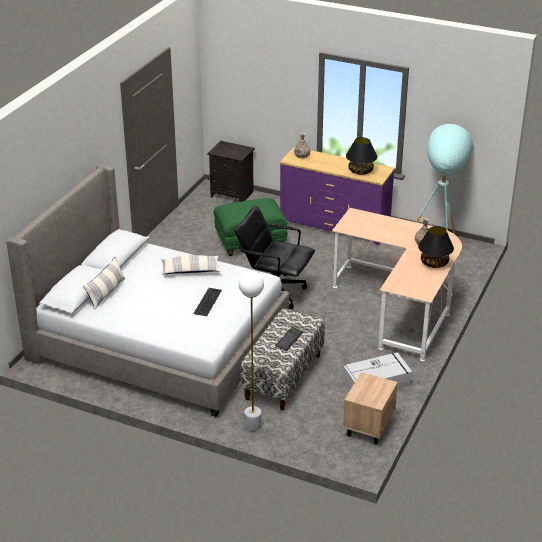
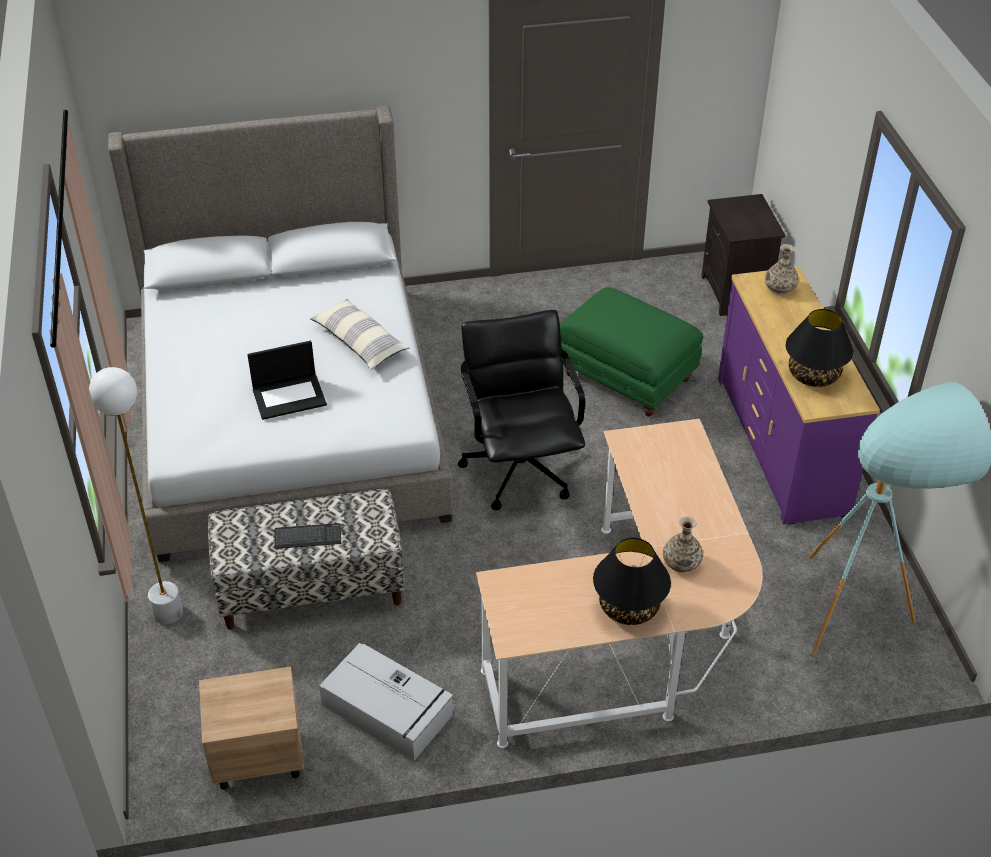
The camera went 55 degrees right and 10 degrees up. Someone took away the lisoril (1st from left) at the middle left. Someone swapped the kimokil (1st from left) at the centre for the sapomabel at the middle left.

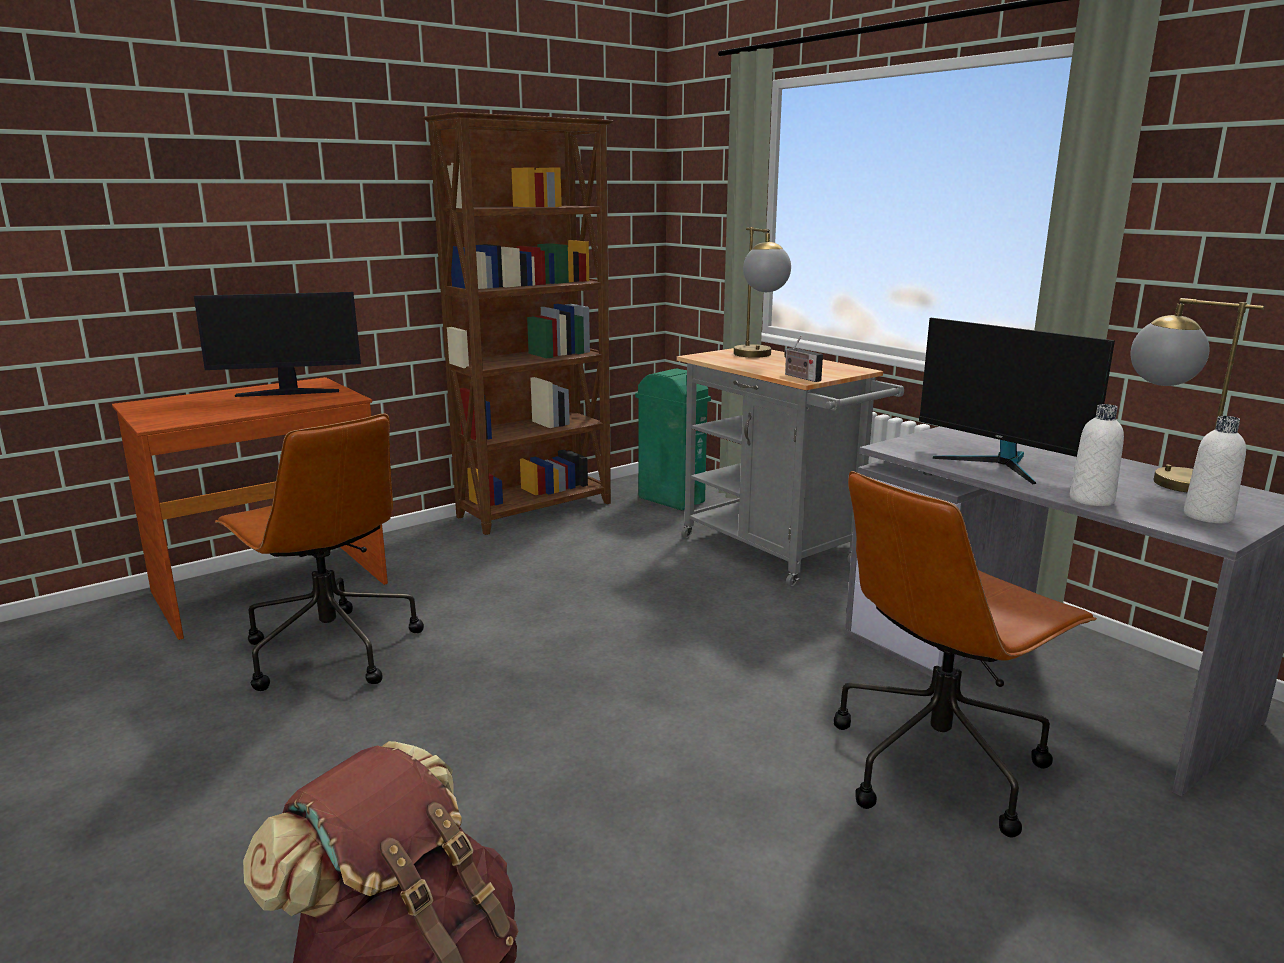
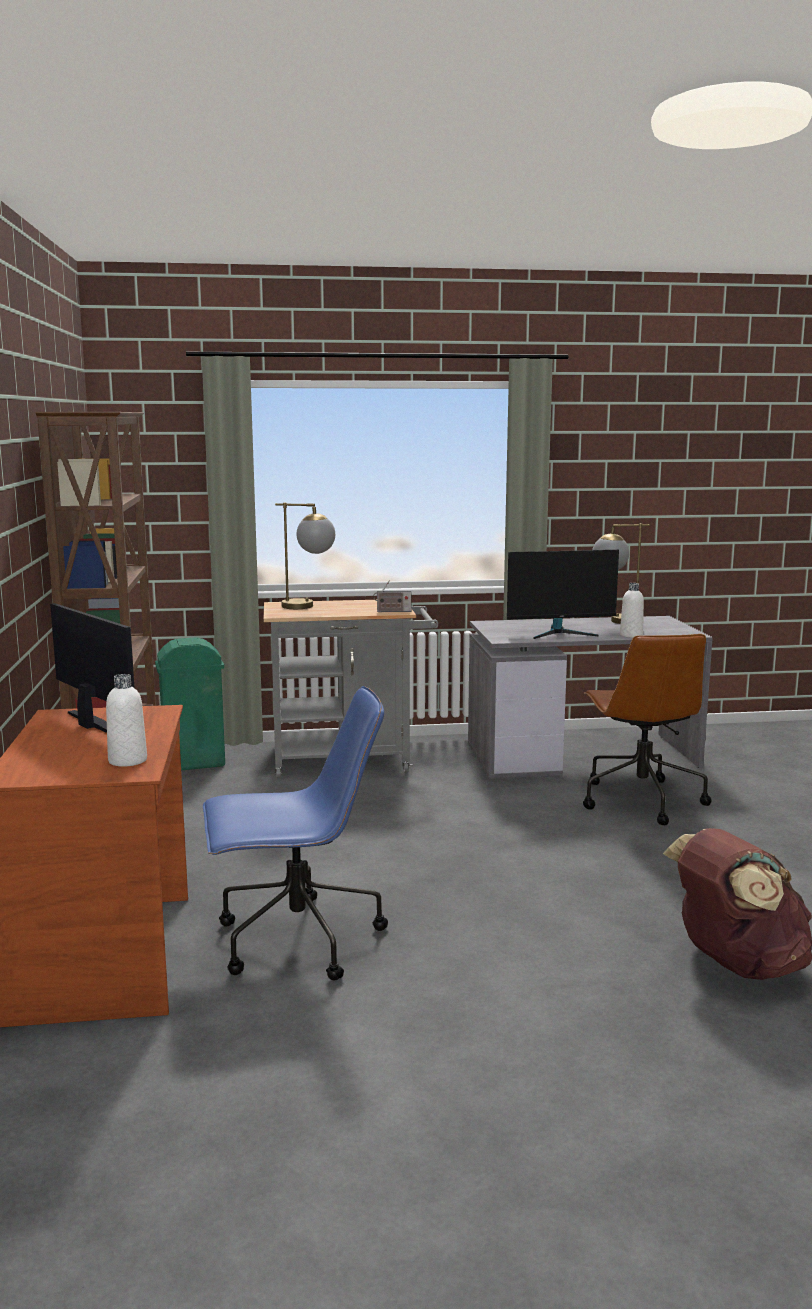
The camera went 60 degrees left and 5 degrees down. Someone rotated the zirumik (1st from left) at the middle left by 60 degrees counterclockwise. Someone repainted the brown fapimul (1st from left) at the middle left, which became the blue fapimul at the centre. Someone carried the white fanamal (2nd from left in the first image) from the middle right to the middle left.

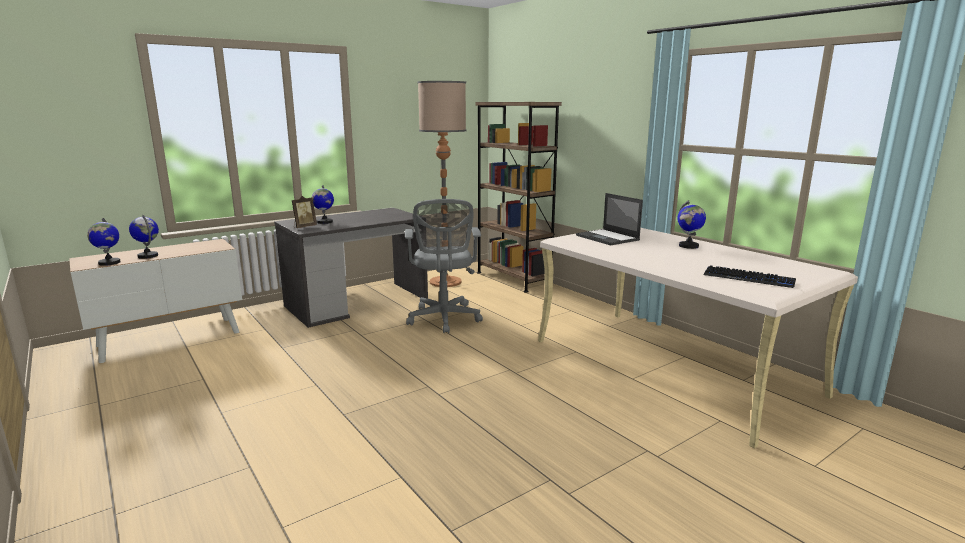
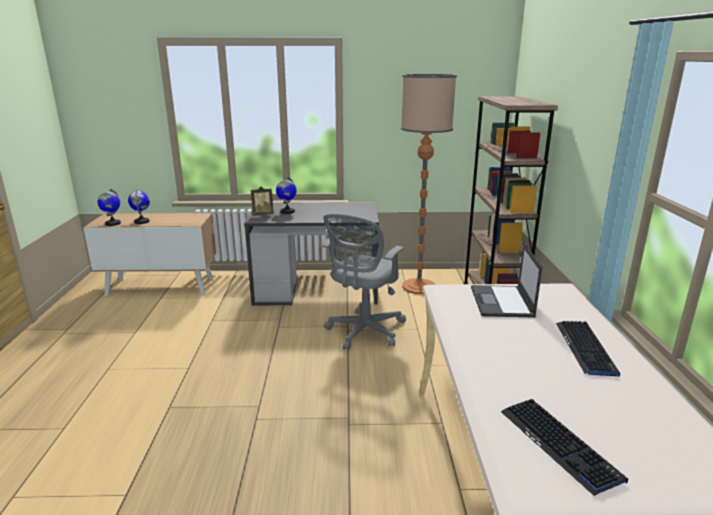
The camera went 35 degrees right and 5 degrees up. Someone swapped the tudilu (4th from left) at the middle right for the kimokil (2nd from left) at the bottom right.

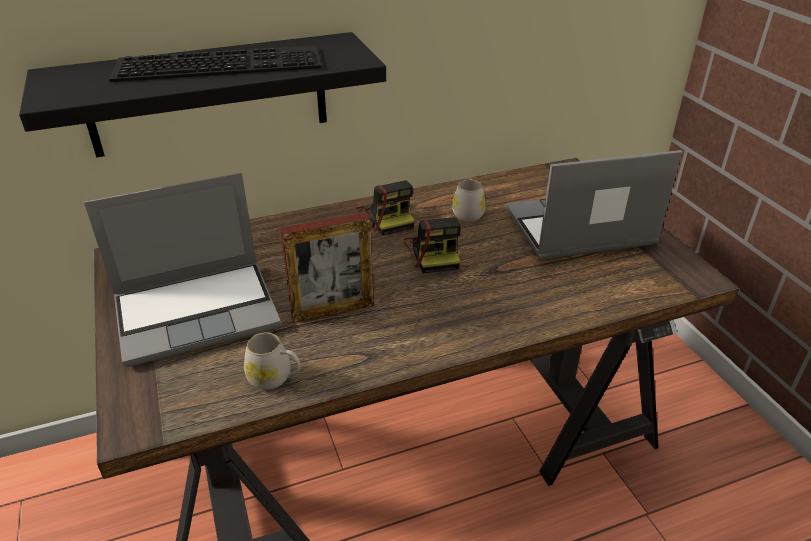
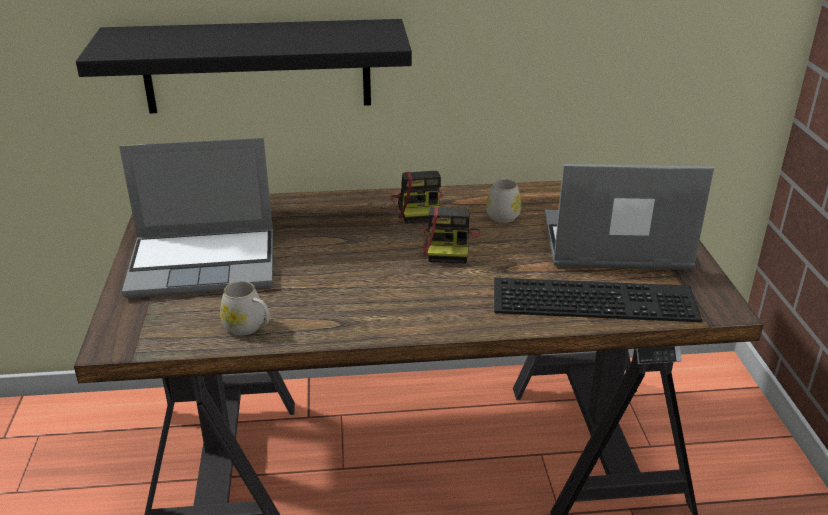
The camera went 15 degrees right and 5 degrees down. Someone carried the kimokil from the top left to the middle right. Someone took away the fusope at the centre.

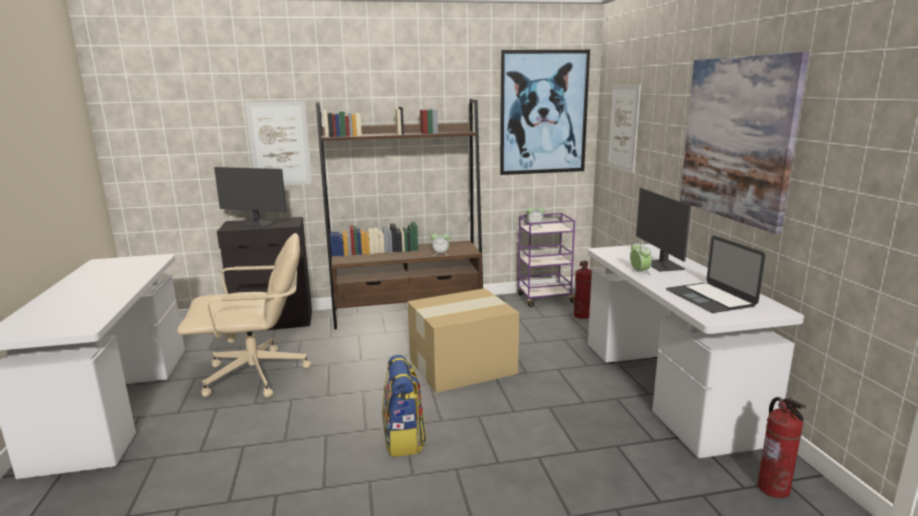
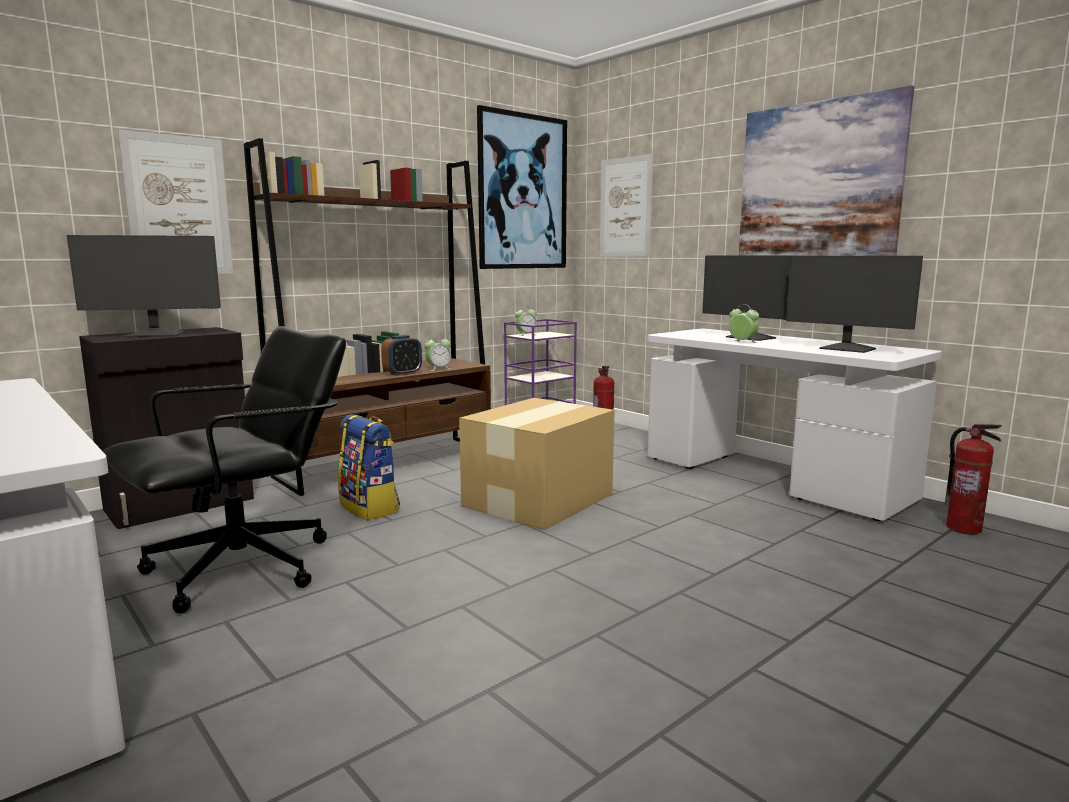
The camera went 30 degrees left and 5 degrees down. Someone repainted the beige fapimul at the middle left, which became the black fapimul at the middle left. Someone swapped the sapomabel at the middle right for the zirumik (3rd from left) at the middle right. Someone carried the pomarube from the bottom centre to the centre. Someone put down the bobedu (1st from left) at the centre.

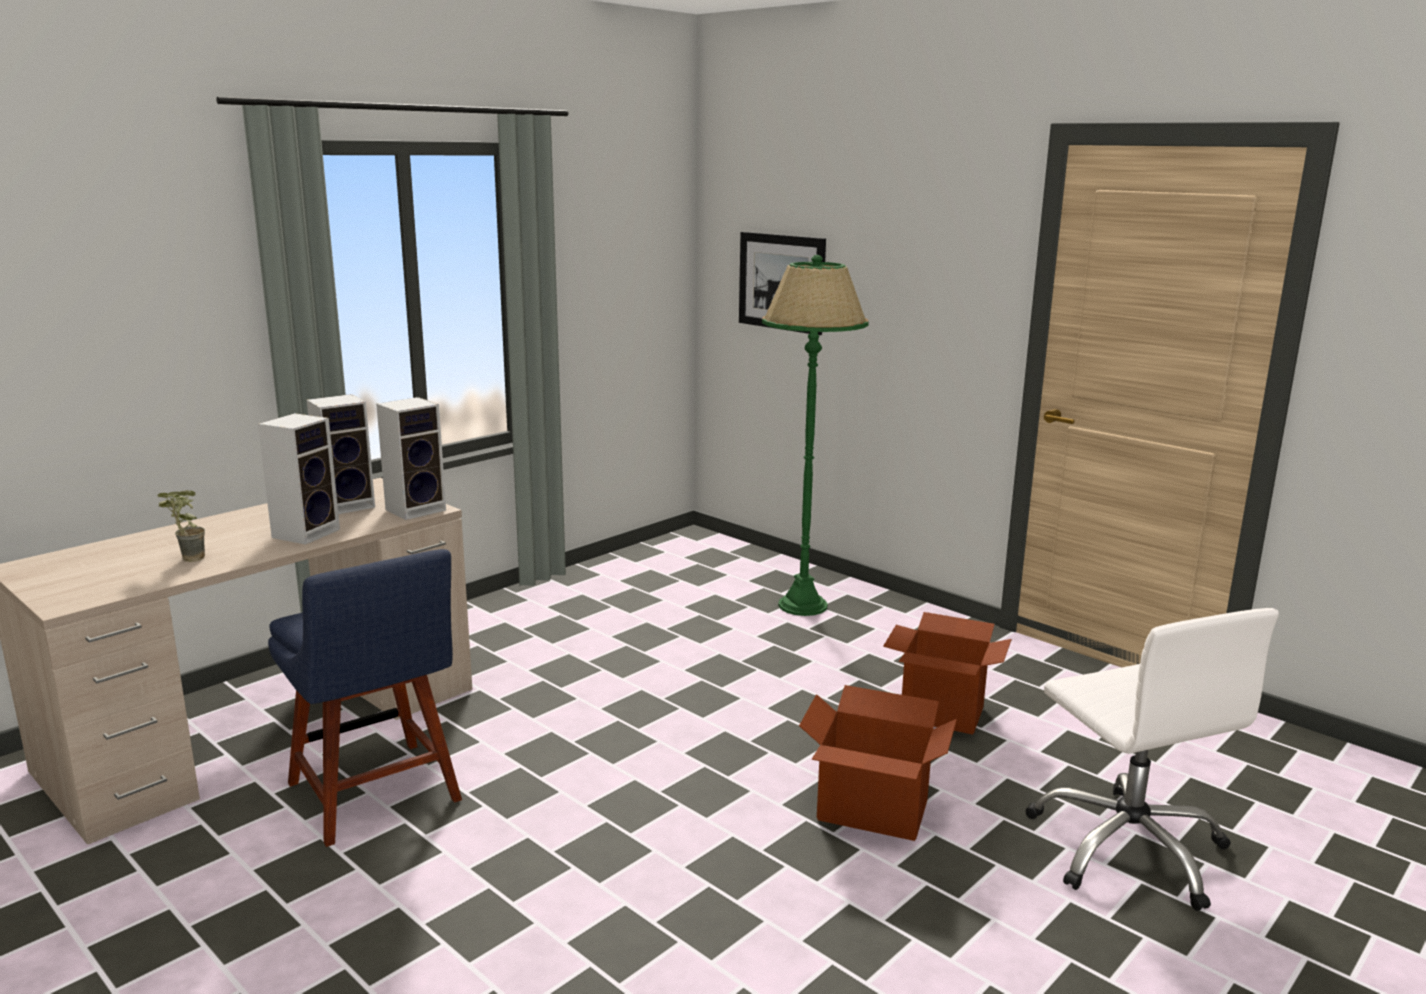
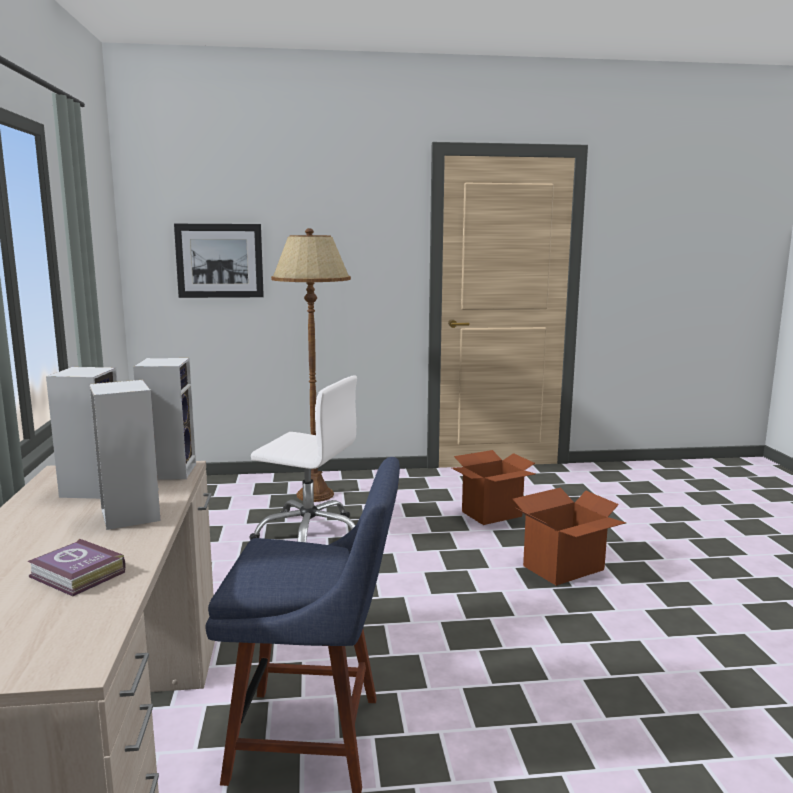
The camera went 50 degrees left and 5 degrees down. Someone repainted the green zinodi at the centre, which became the brown zinodi at the centre. Someone swapped the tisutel at the middle left for the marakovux at the bottom left. Someone carried the white fapimul from the bottom right to the centre.

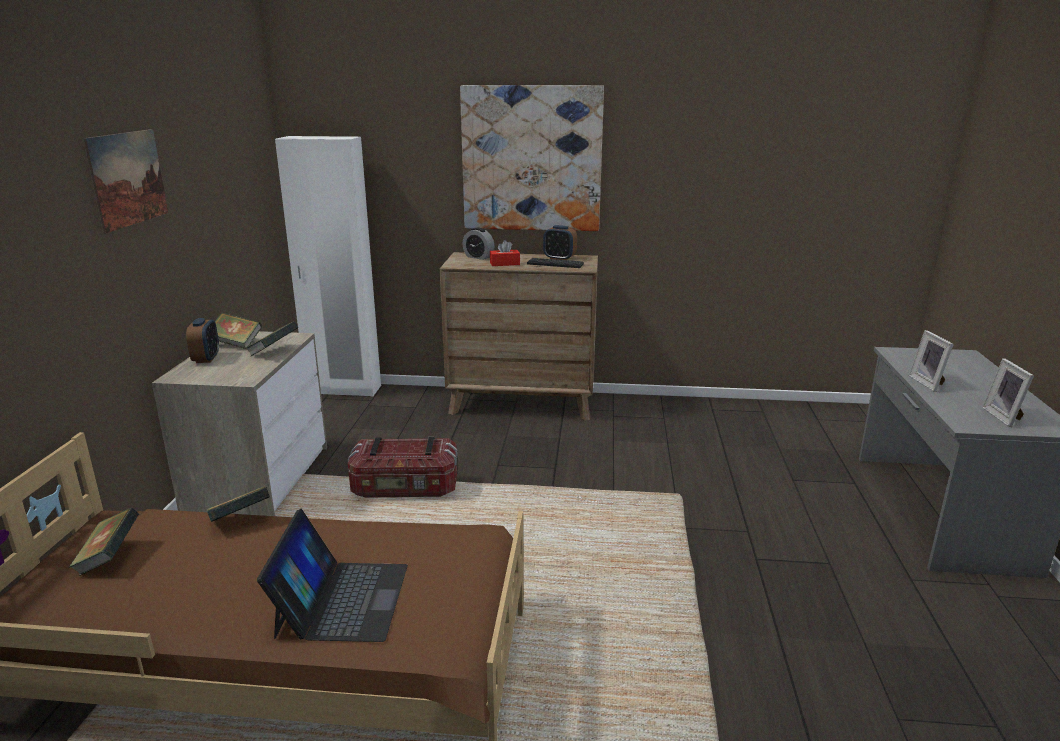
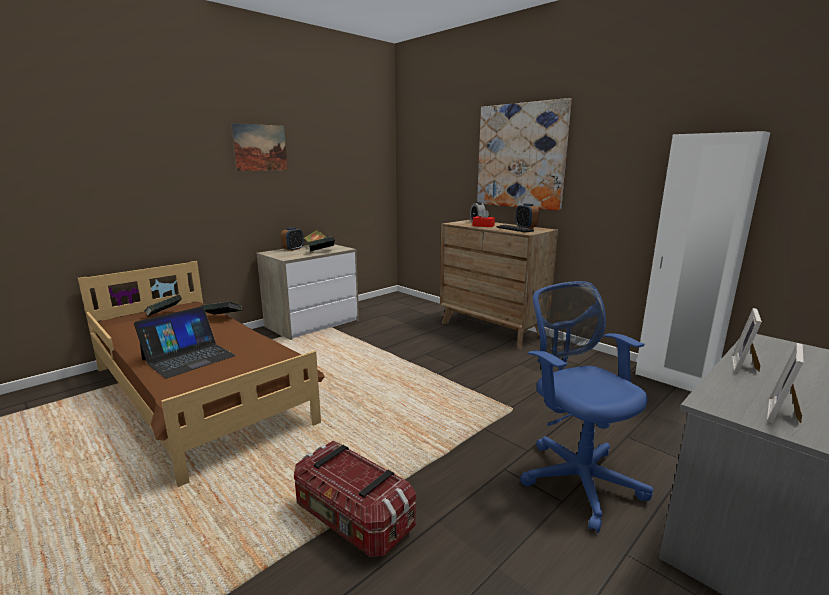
The camera went 40 degrees right and 5 degrees down. Someone carried the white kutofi from the middle left to the middle right. Someone carried the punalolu from the centre to the bottom centre. Someone put down the blue fapimul at the bottom right.

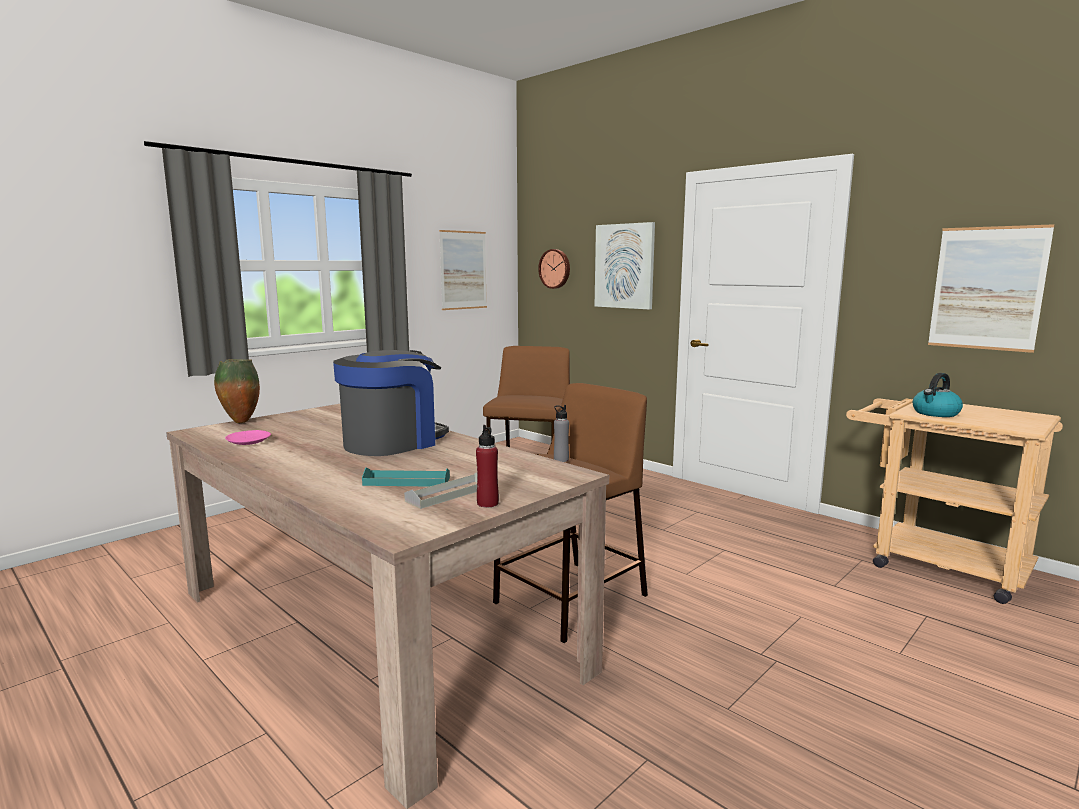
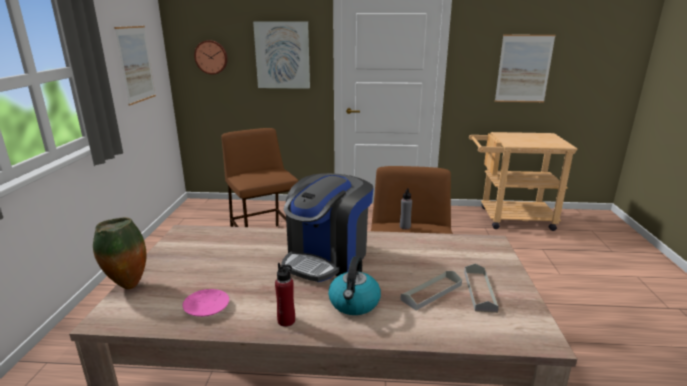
The camera went 40 degrees left and 10 degrees up. Someone rotated the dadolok at the centre by 150 degrees counterclockwise. Someone carried the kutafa from the middle right to the bottom centre. Someone carried the red fanamal from the centre to the bottom centre. Someone repainted the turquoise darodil at the centre, which became the grey darodil (1st from left) at the bottom centre.

